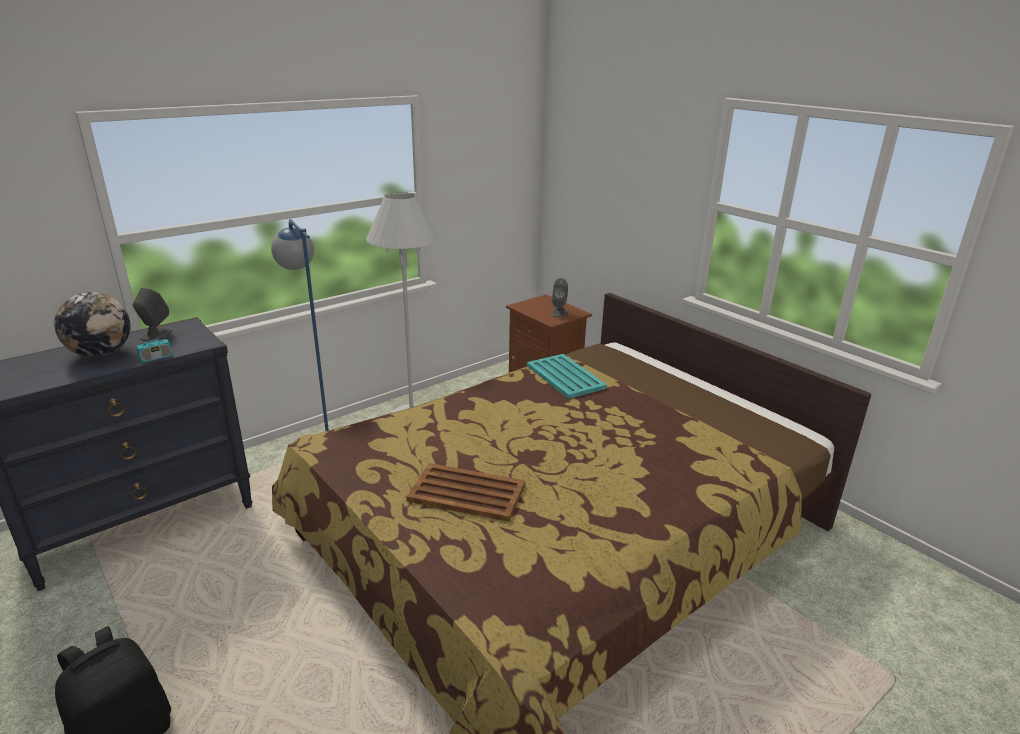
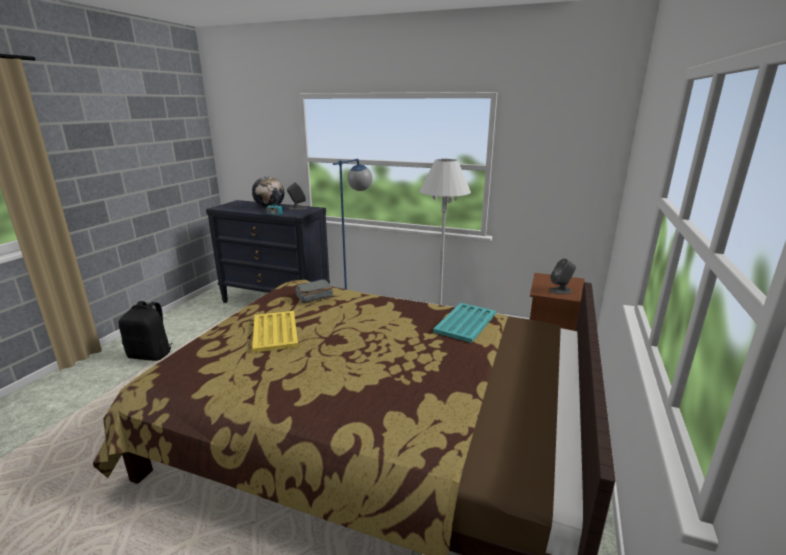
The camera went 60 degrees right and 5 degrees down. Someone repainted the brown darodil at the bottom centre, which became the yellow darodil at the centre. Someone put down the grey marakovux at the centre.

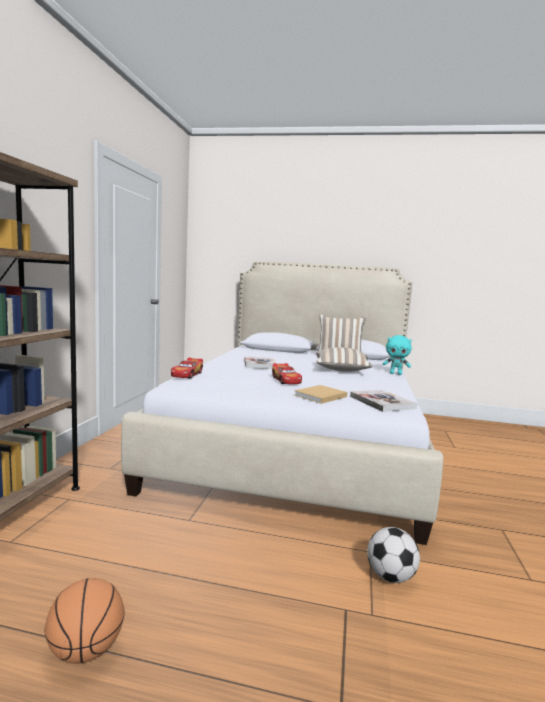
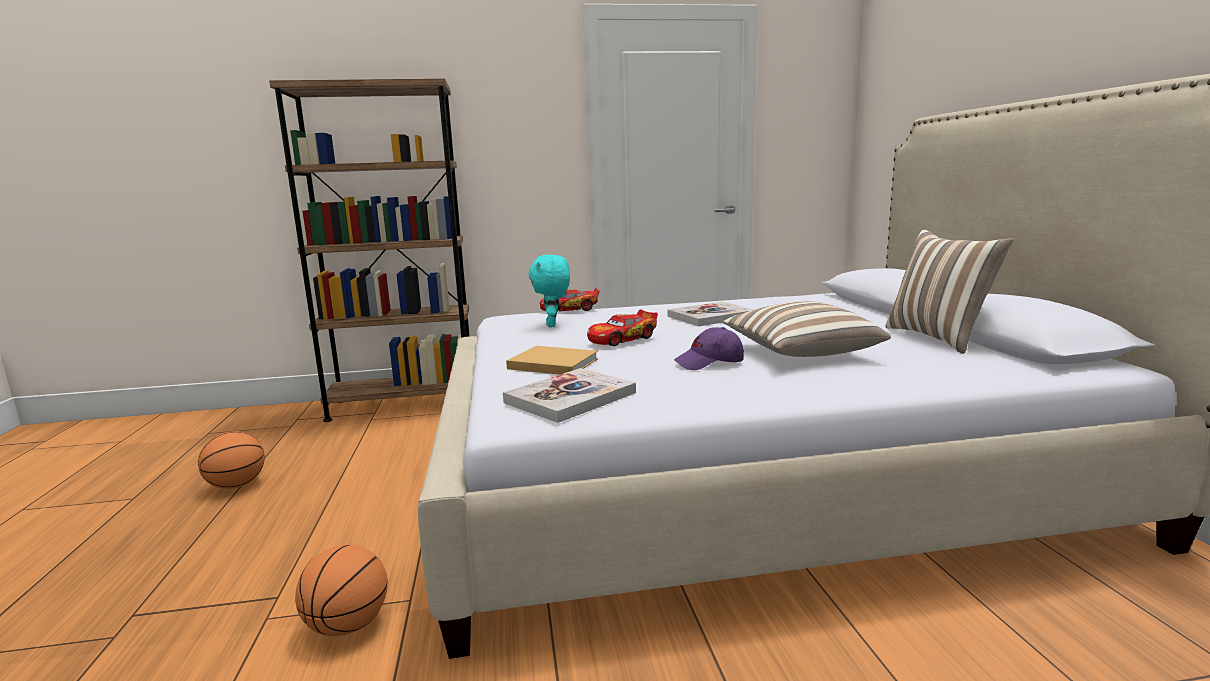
The camera went 70 degrees right and 5 degrees up. Someone carried the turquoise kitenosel from the middle right to the centre. Someone swapped the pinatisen at the bottom right for the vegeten (2nd from left) at the bottom left. Someone put down the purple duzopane at the centre.

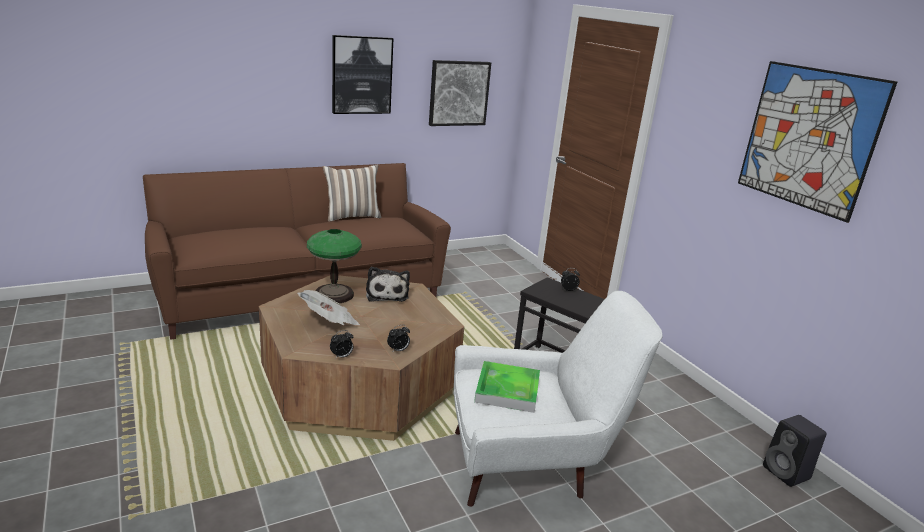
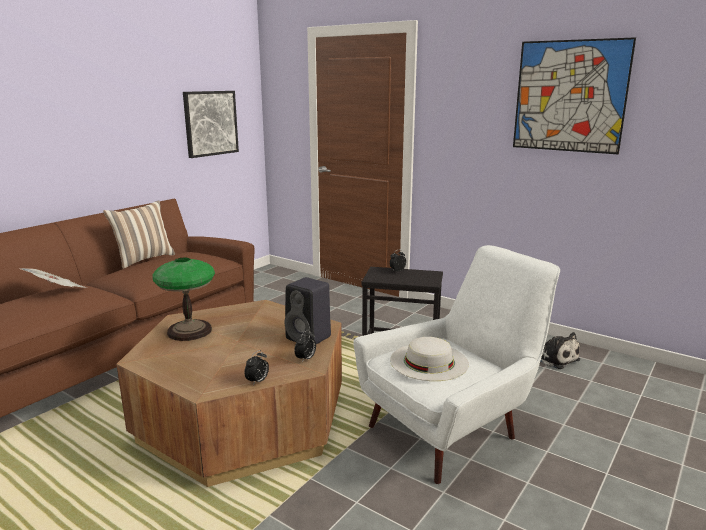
The camera went 25 degrees left and 5 degrees down. Someone took away the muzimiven (1st from left) at the top centre. Someone carried the kitenosel from the centre to the middle right. Someone carried the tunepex from the centre to the middle left. Someone swapped the darodil at the bottom centre for the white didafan at the bottom centre. Someone carried the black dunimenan from the bottom right to the centre.

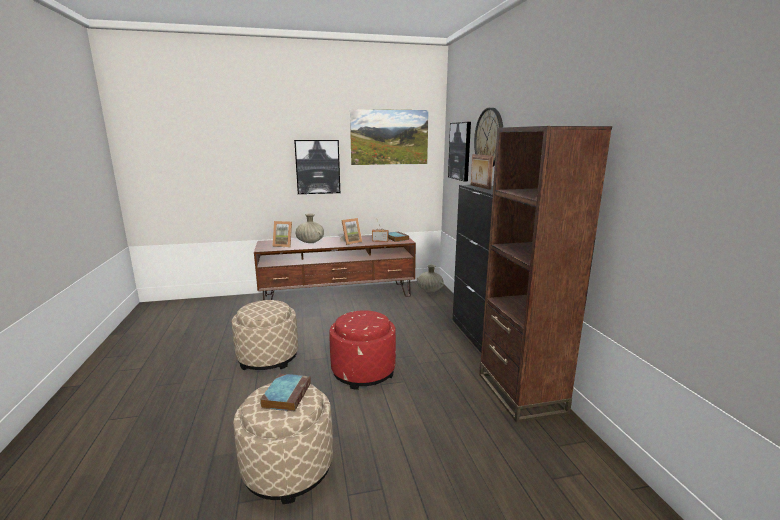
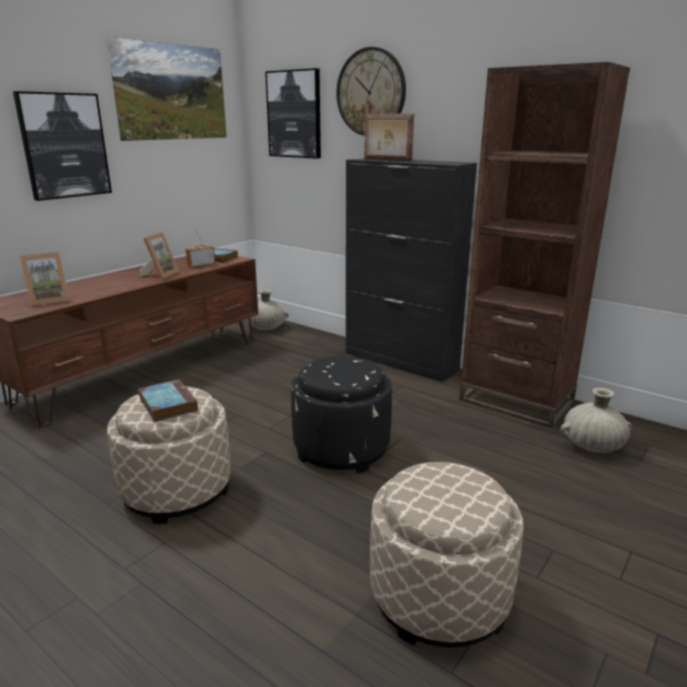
The camera went 40 degrees left and 5 degrees up. Someone carried the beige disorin (1st from left in the first image) from the centre to the middle right. Someone repainted the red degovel at the bottom centre, which became the black degovel at the centre. Someone carried the marakovux (1st from left) from the bottom centre to the middle left.

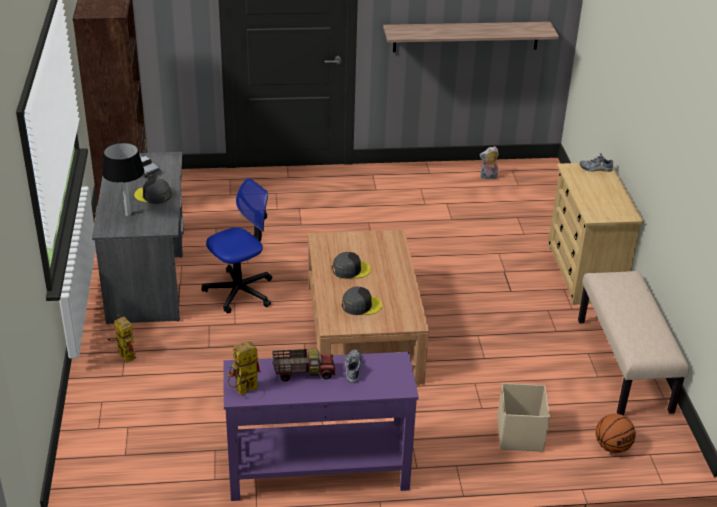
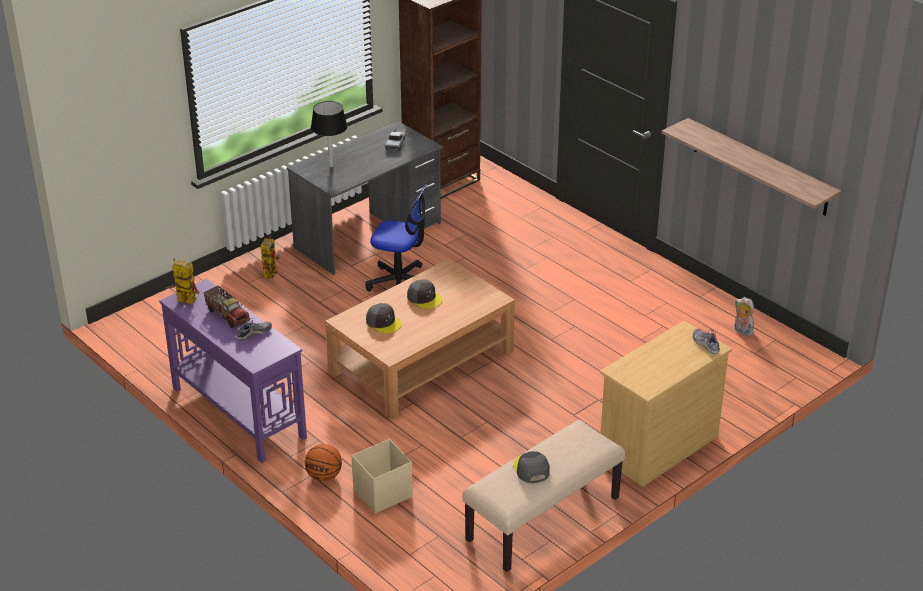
The camera went 55 degrees right and 0 degrees up. Someone carried the grey duzopane (1st from left in the first image) from the middle left to the bottom centre. Someone carried the vegeten from the bottom right to the bottom centre.

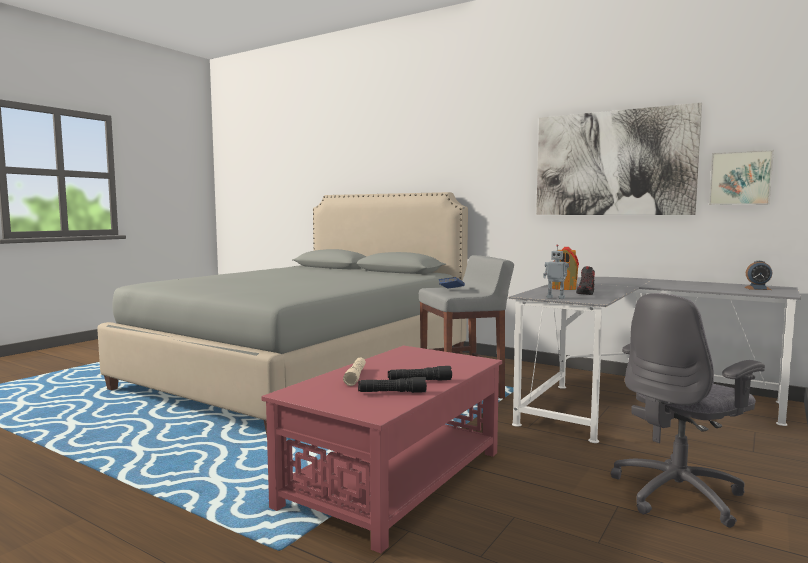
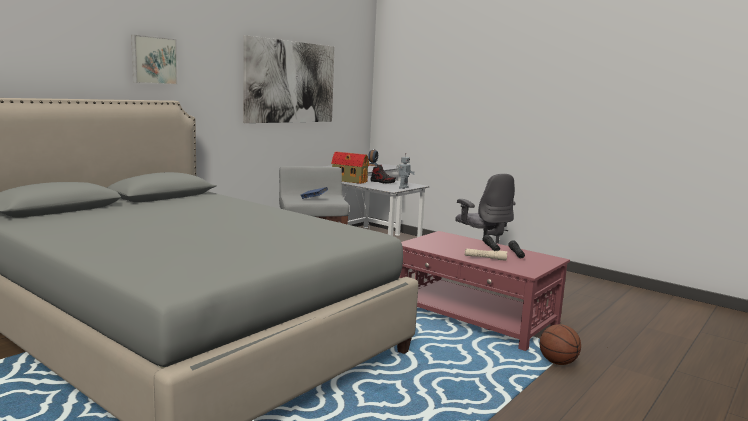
The camera went 85 degrees left and 5 degrees up. Someone carried the muzimiven (2nd from left in the first image) from the top right to the top left. Someone put down the vegeten at the bottom right.

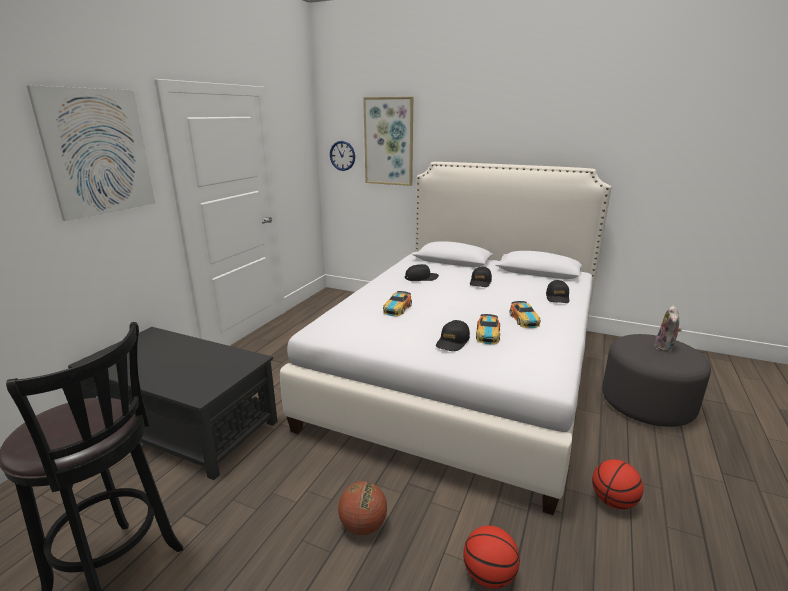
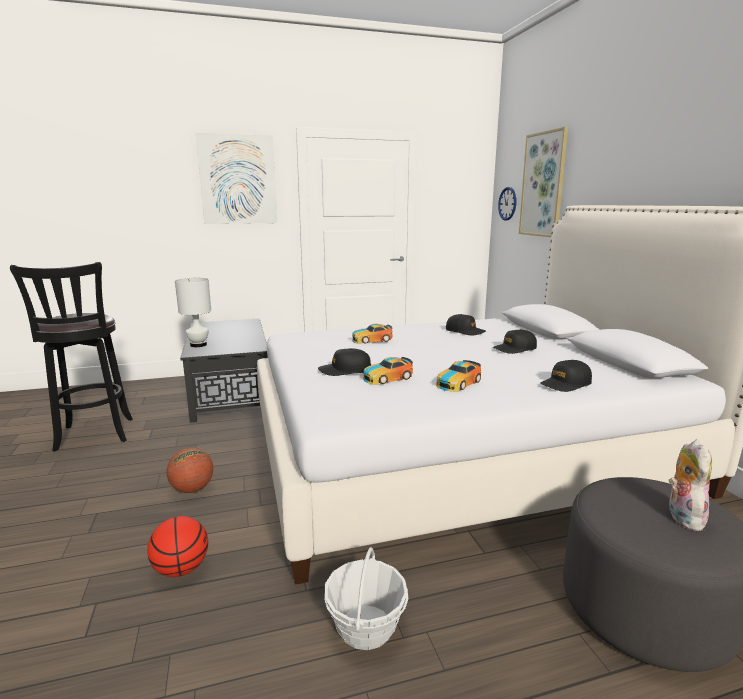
The camera went 50 degrees right and 5 degrees down. Someone rotated the kitenosel at the middle right by 120 degrees clockwise. Someone swapped the vegeten (3rd from left) at the bottom right for the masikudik at the bottom centre. Someone put down the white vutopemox at the middle left.

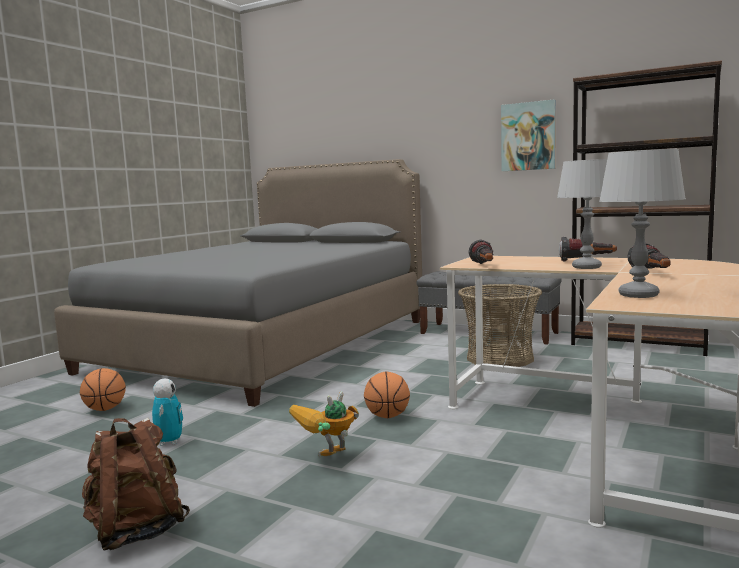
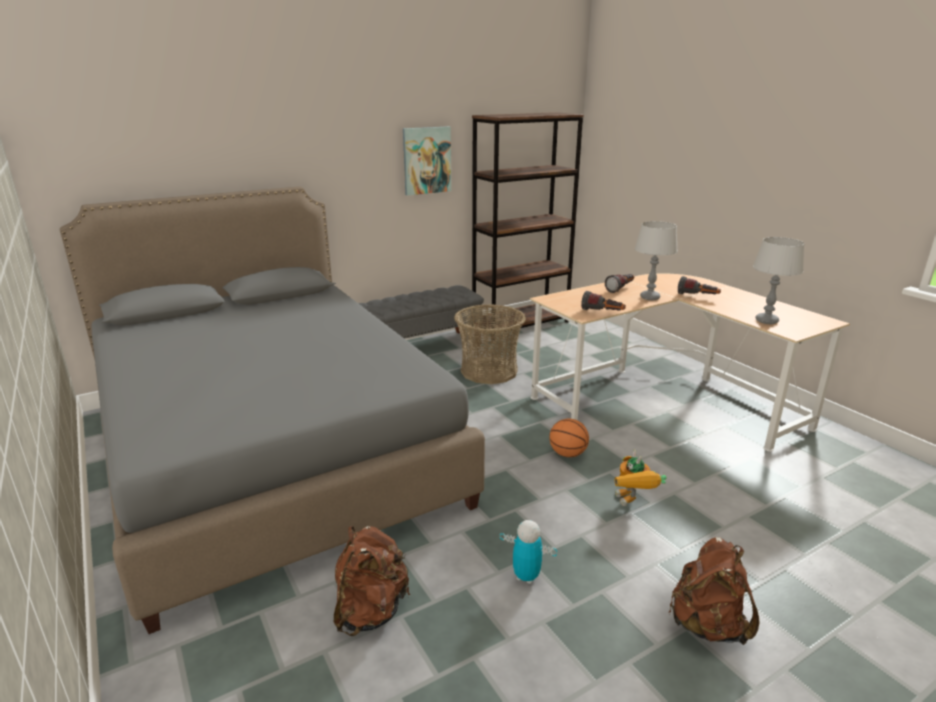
The camera went 60 degrees left and 15 degrees up. Someone swapped the vegeten (1st from left) at the bottom left for the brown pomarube (1st from left) at the bottom centre.

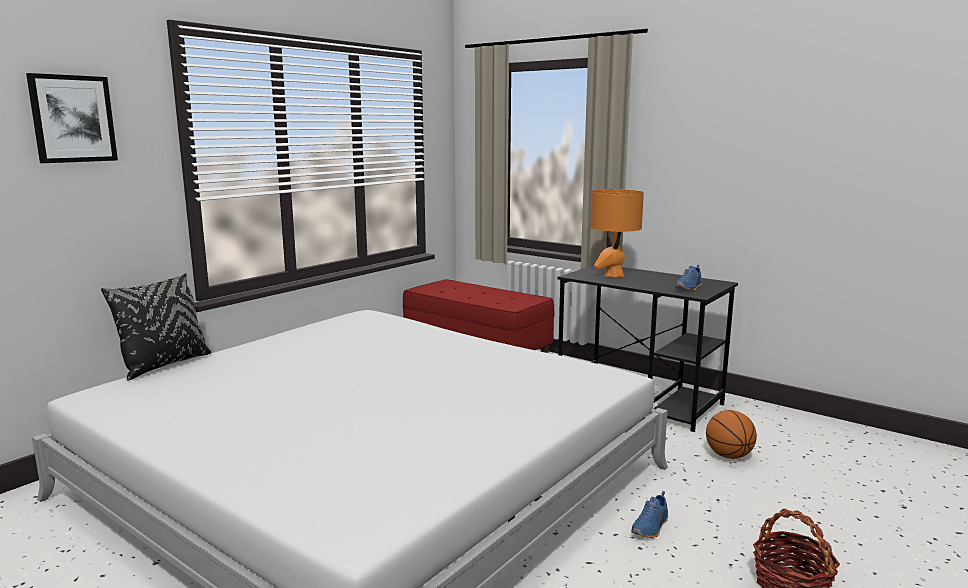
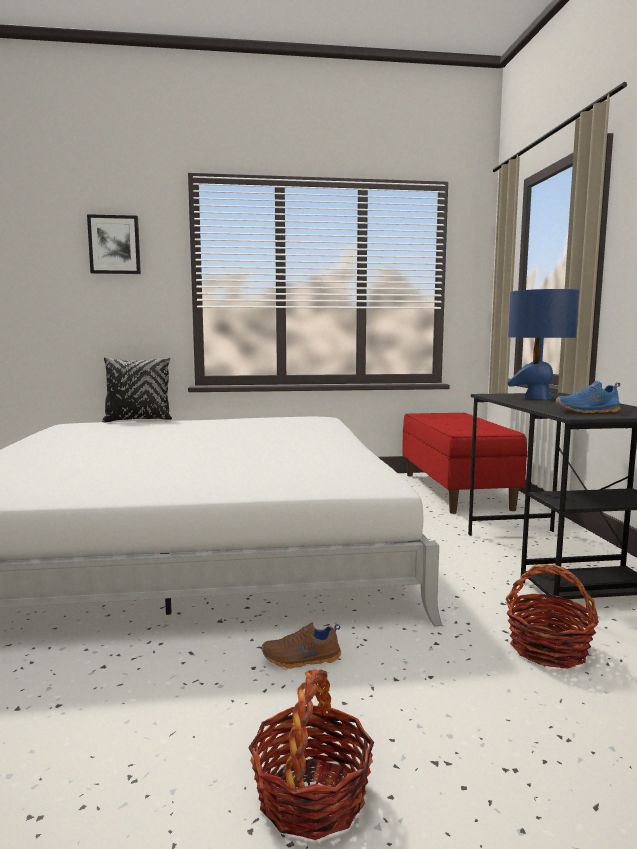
The camera went 45 degrees right and 5 degrees down. Someone repainted the orange vutopemox at the centre, which became the blue vutopemox at the middle right. Someone swapped the vegeten at the bottom right for the masikudik (2nd from left) at the bottom right. Someone repainted the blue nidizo (1st from left) at the bottom right, which became the brown nidizo at the bottom centre.

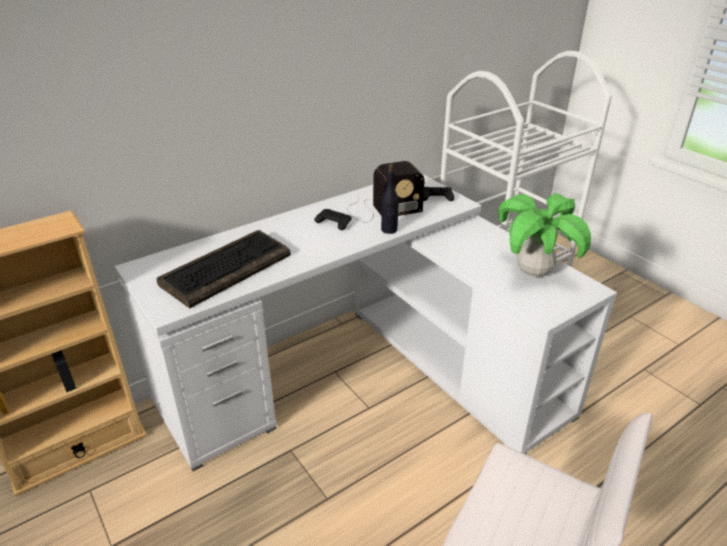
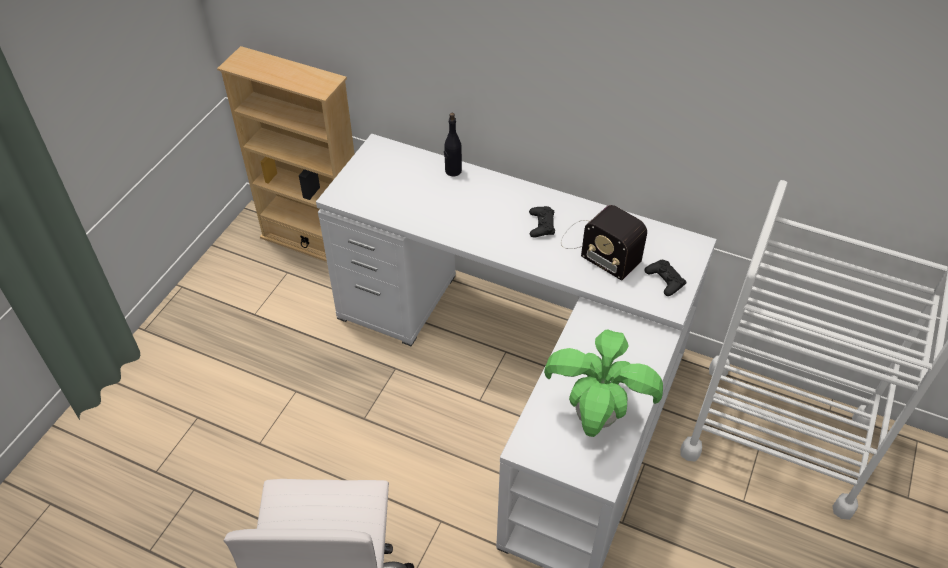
The camera went 60 degrees right and 15 degrees up. Someone carried the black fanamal from the centre to the top centre. Someone took away the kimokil at the middle left.

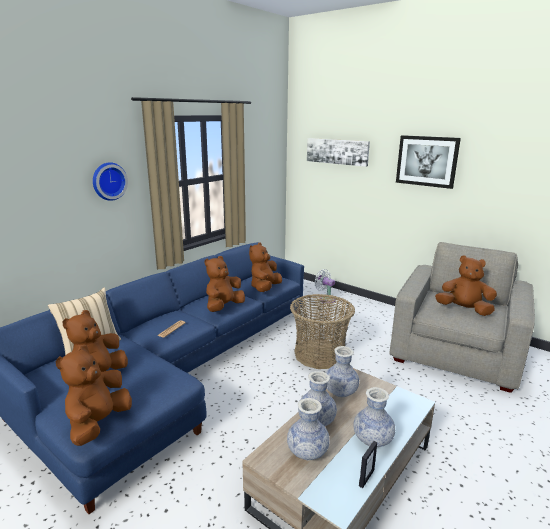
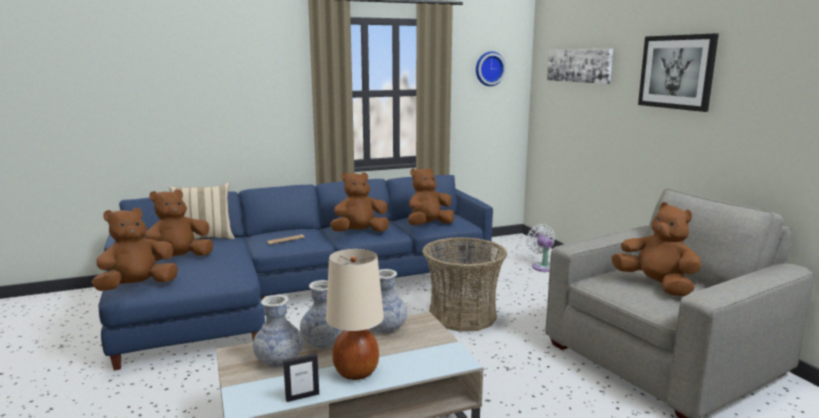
The camera went 30 degrees right and 5 degrees down. Someone carried the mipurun from the middle left to the top centre. Someone swapped the disorin (4th from left) at the bottom right for the beige vutopemox at the bottom centre.

